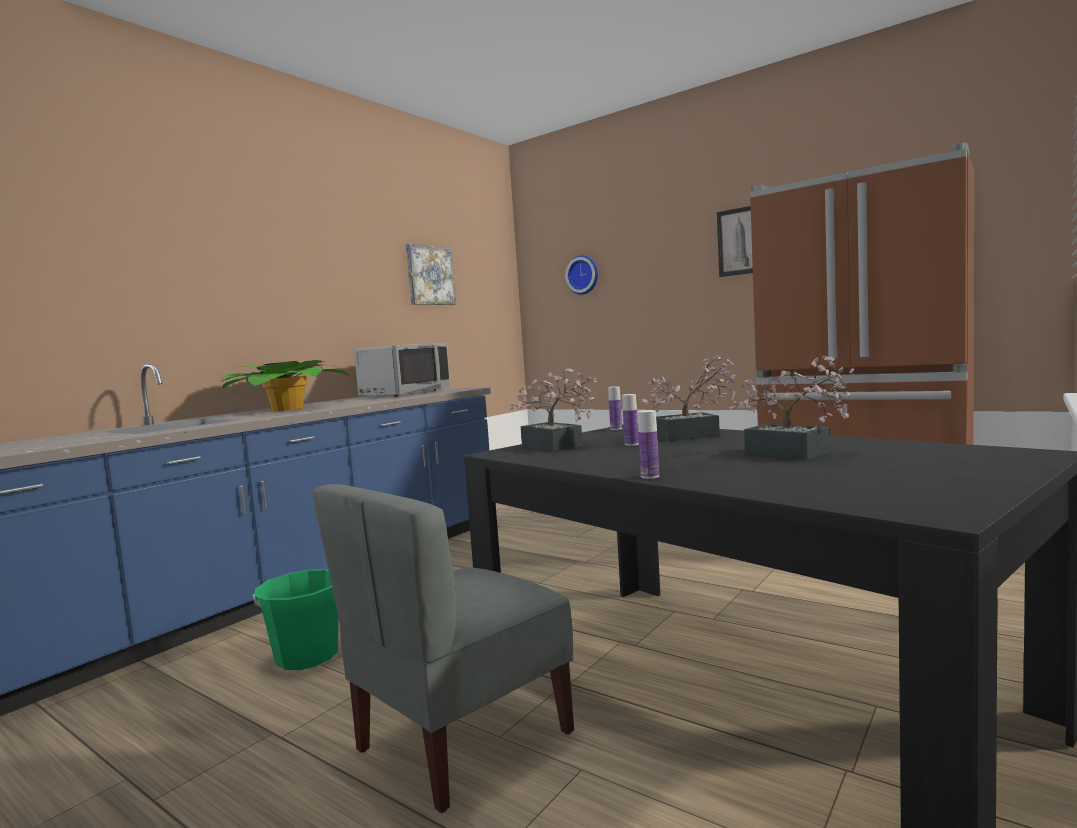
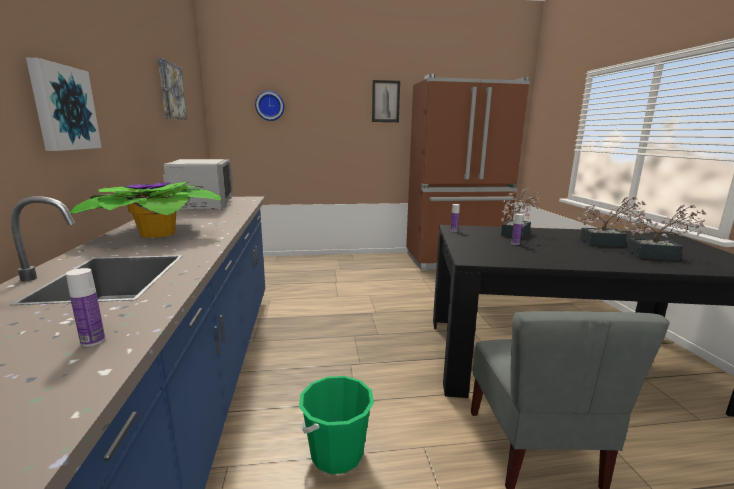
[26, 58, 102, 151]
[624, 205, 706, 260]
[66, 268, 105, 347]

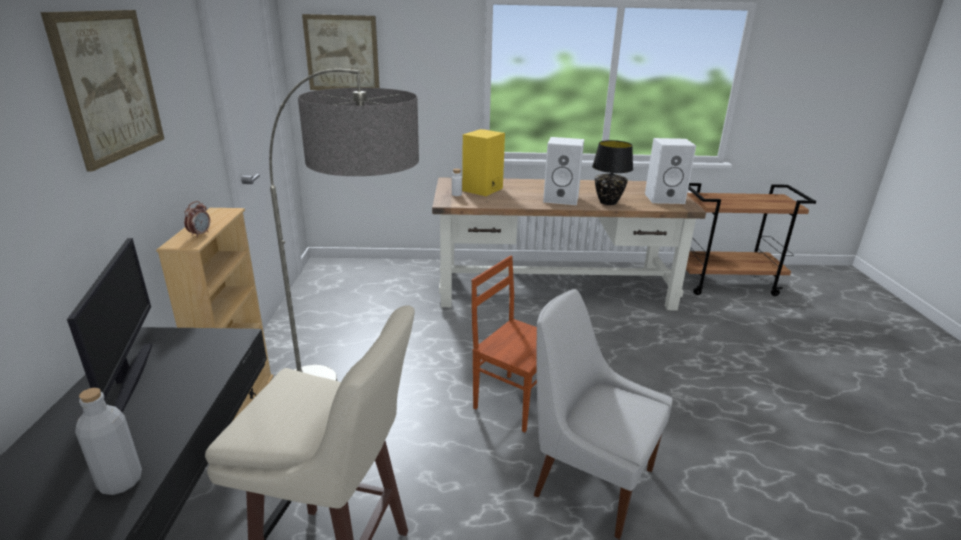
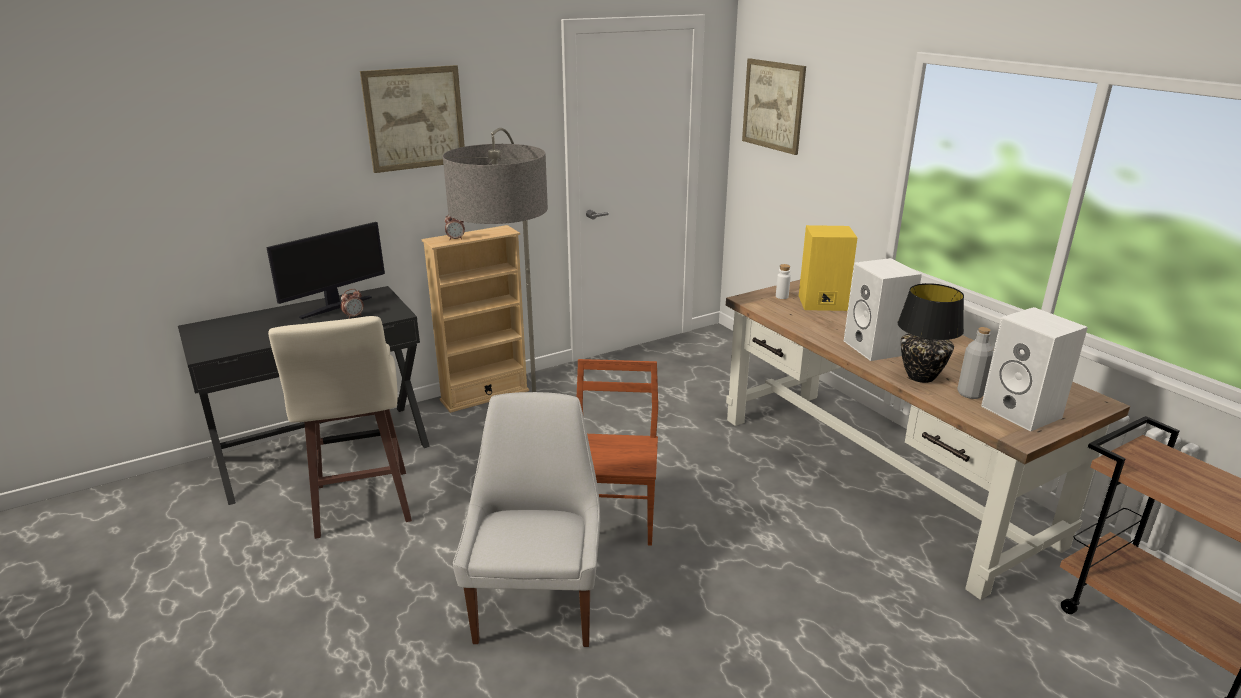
[341, 289, 364, 319]
[957, 327, 994, 399]

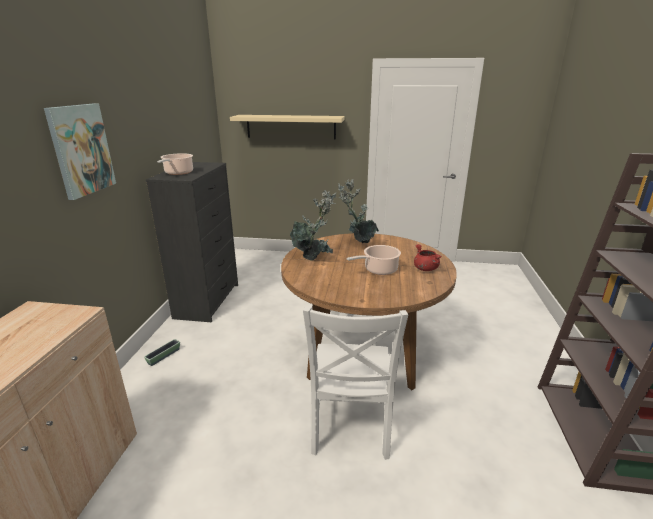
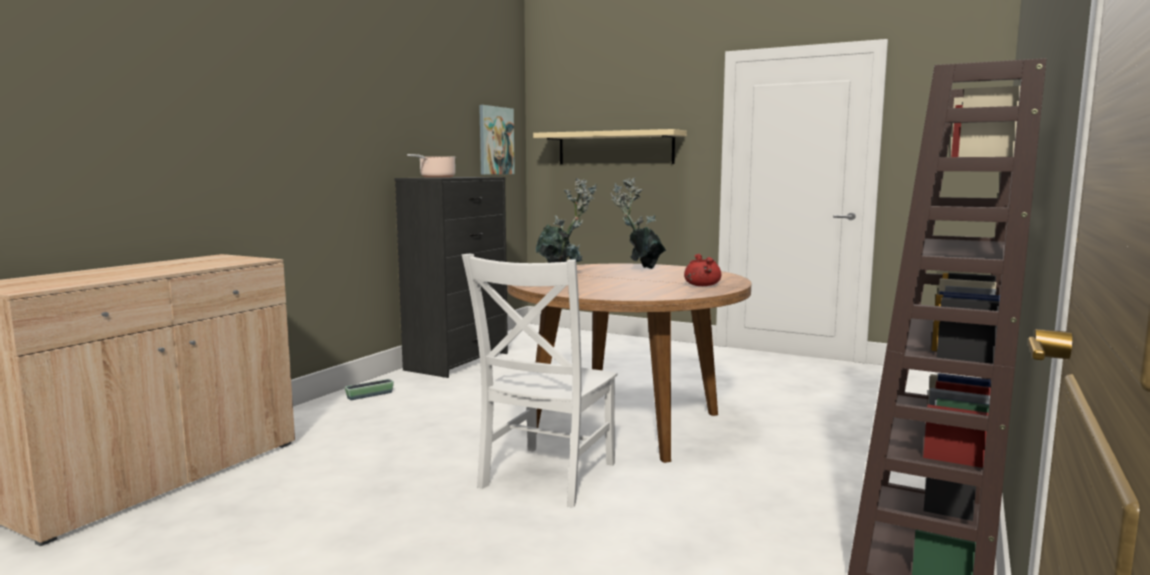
[347, 245, 401, 275] (first image)
[479, 105, 515, 175]

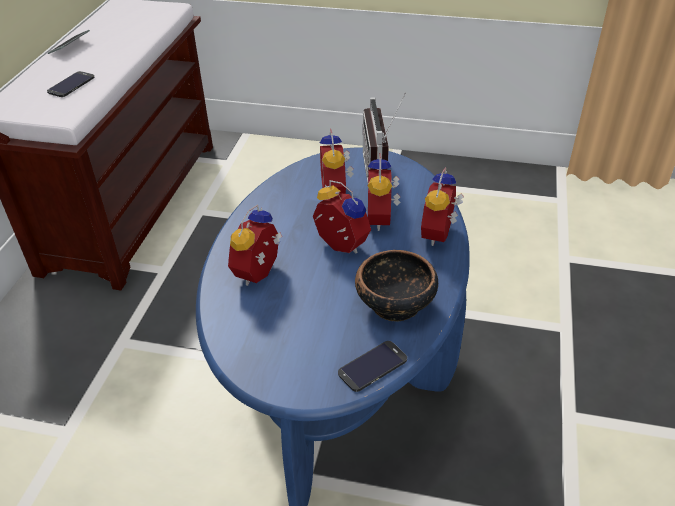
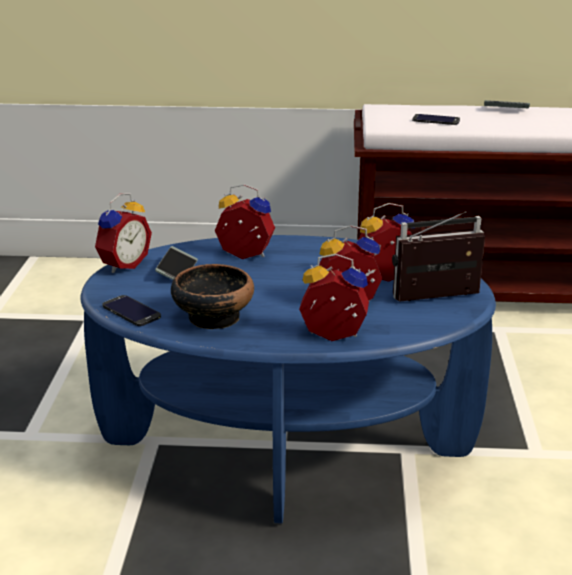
[155, 246, 198, 280]
[95, 193, 152, 273]

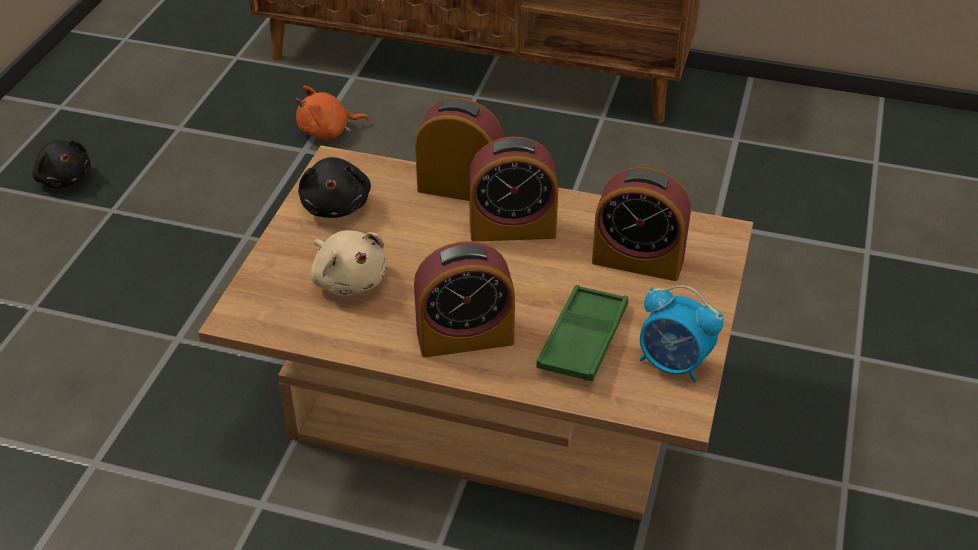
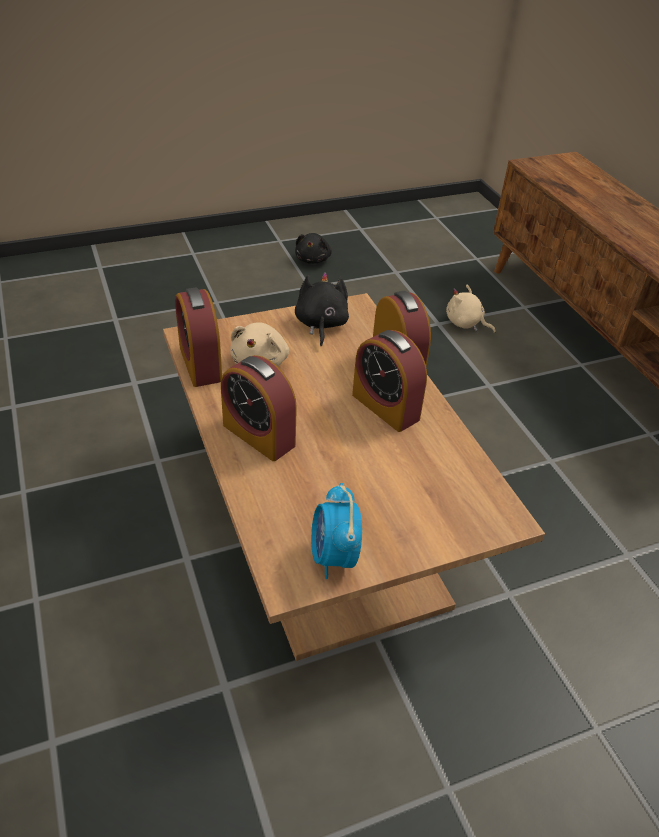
[536, 285, 628, 382] (first image)
[175, 287, 222, 387]
[446, 285, 496, 333]
[295, 273, 349, 347]

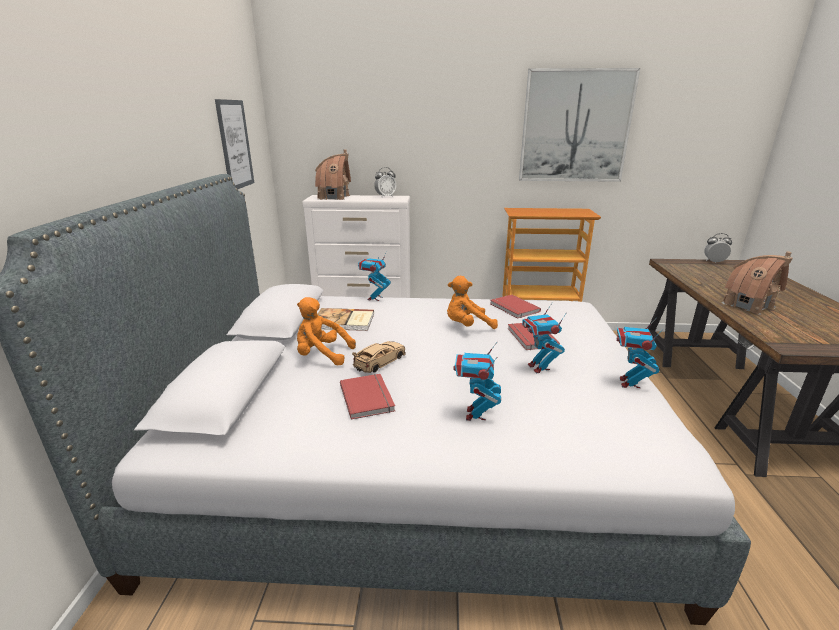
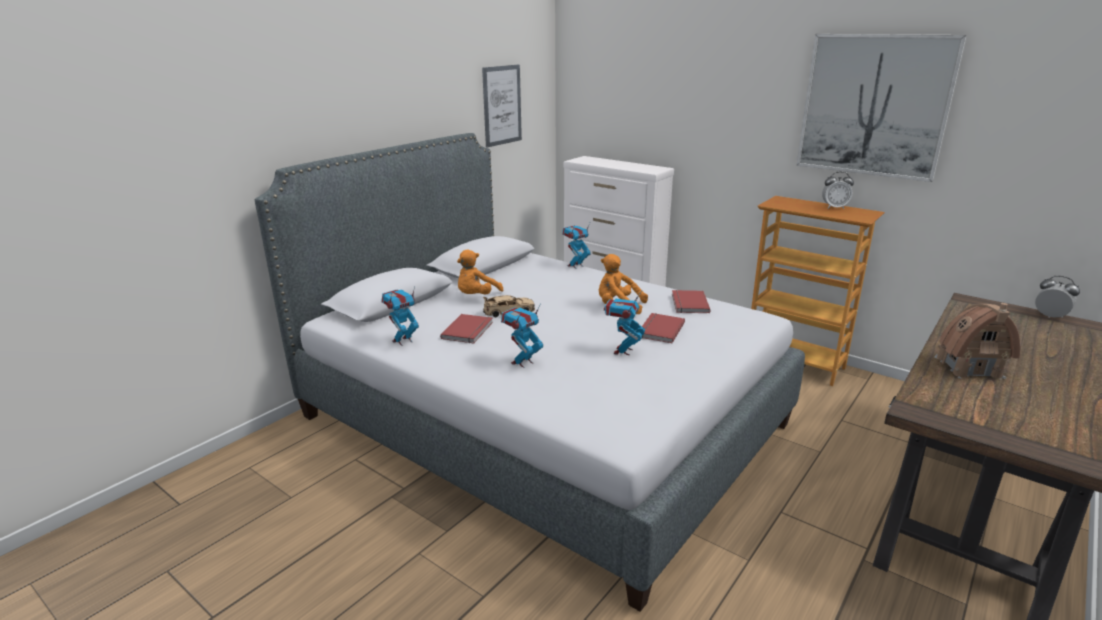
[315, 149, 351, 200] (first image)
[318, 308, 374, 331] (first image)
[822, 172, 854, 209]
[381, 286, 419, 346]
[457, 250, 503, 294]

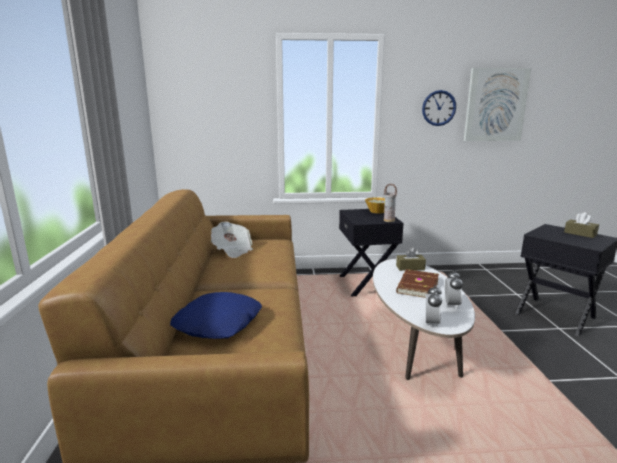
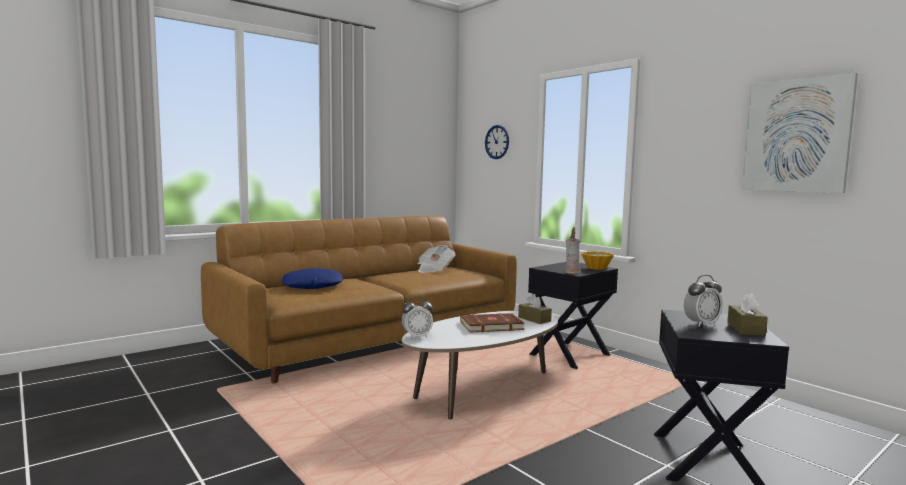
[485, 125, 509, 159]
[684, 275, 723, 327]

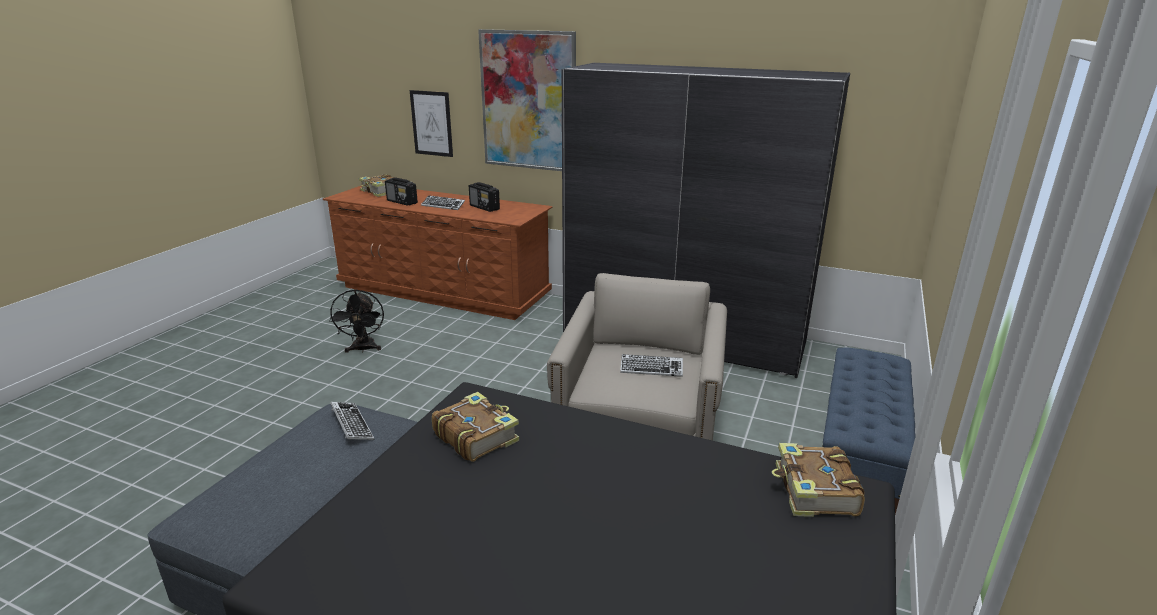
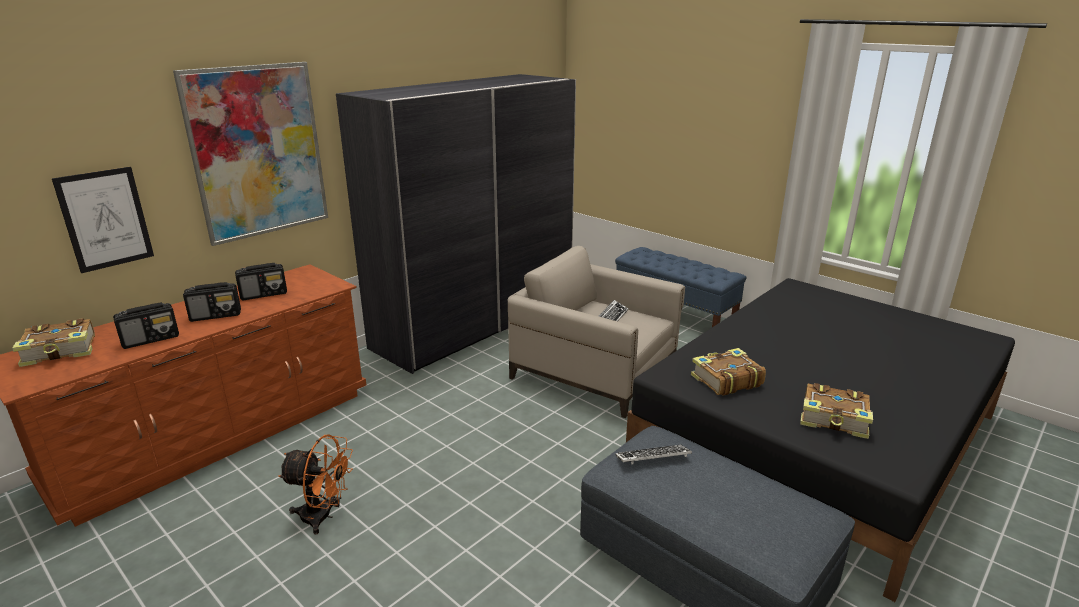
[800, 383, 873, 439]
[183, 282, 241, 322]
[278, 434, 353, 535]

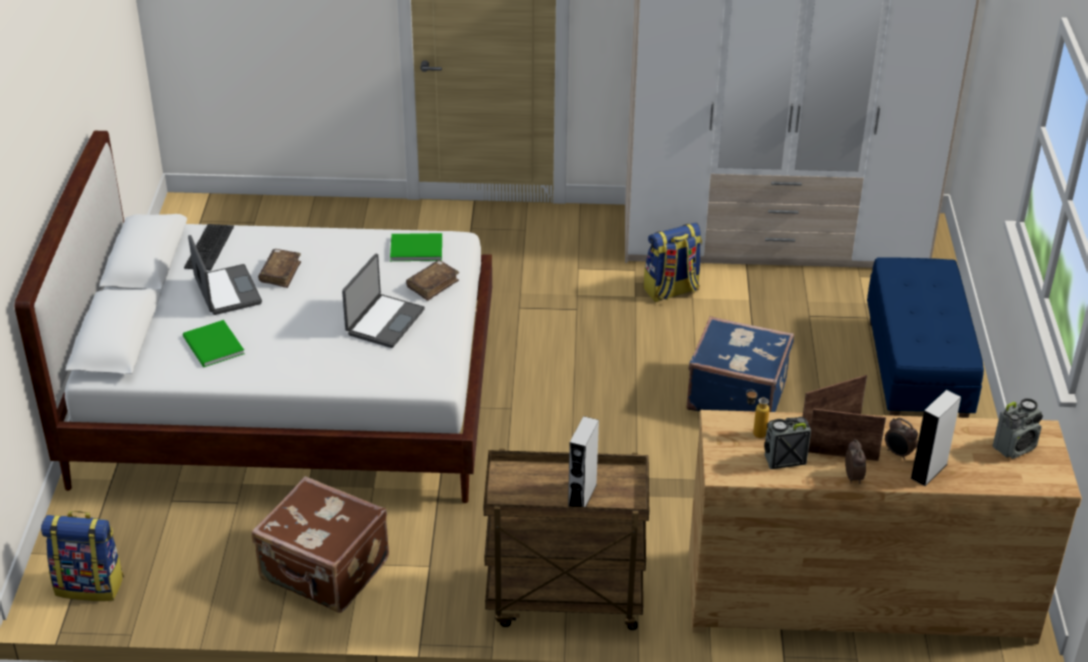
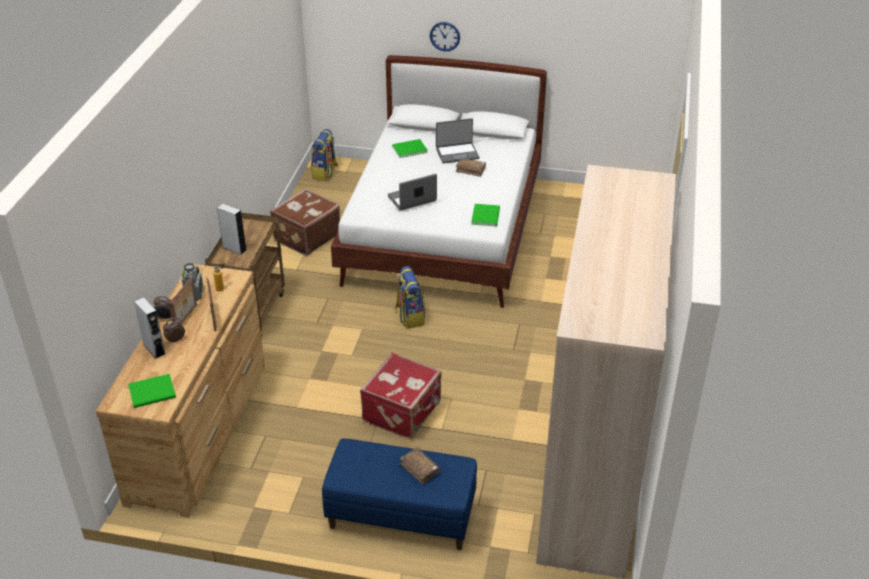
[184, 224, 234, 271] (first image)
[430, 22, 460, 51]
[400, 447, 440, 485]
[395, 266, 426, 328]
[128, 374, 176, 408]
[360, 352, 442, 439]
[388, 174, 437, 211]

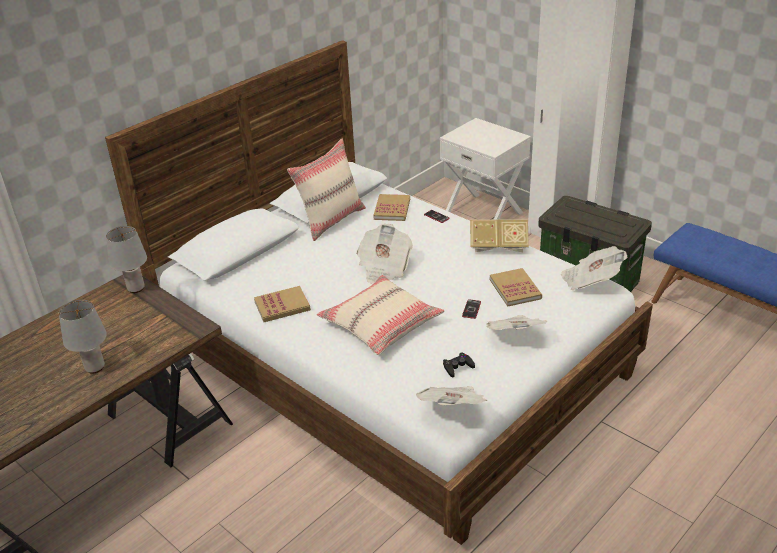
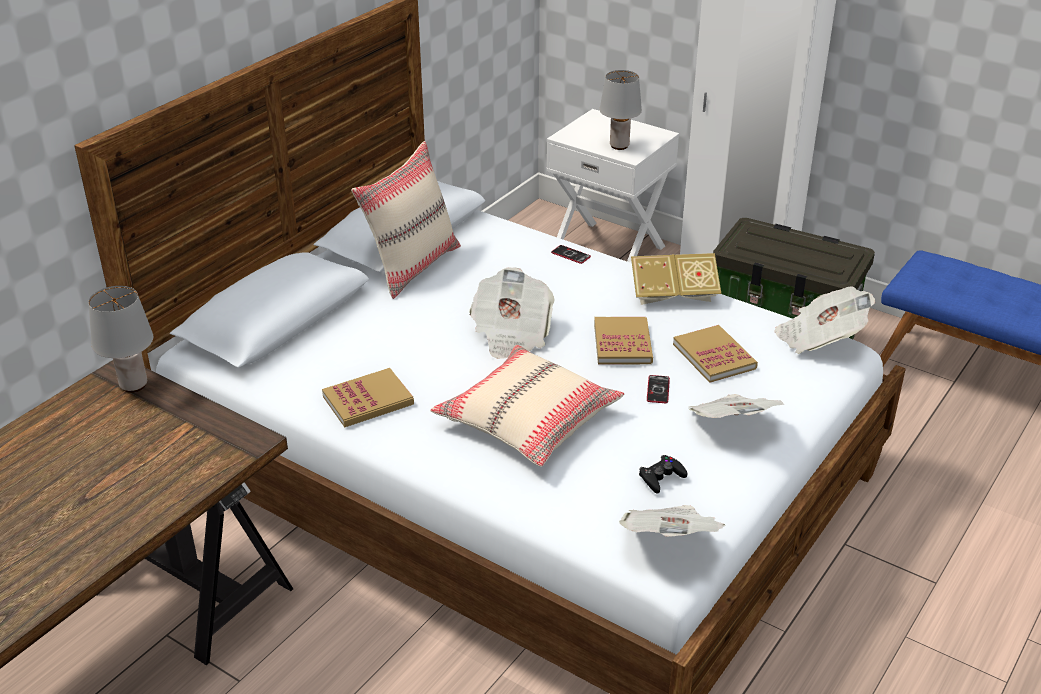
[600, 70, 642, 150]
[594, 317, 653, 365]

